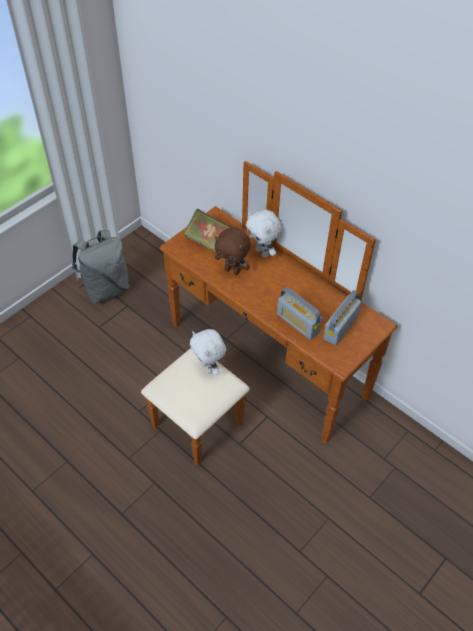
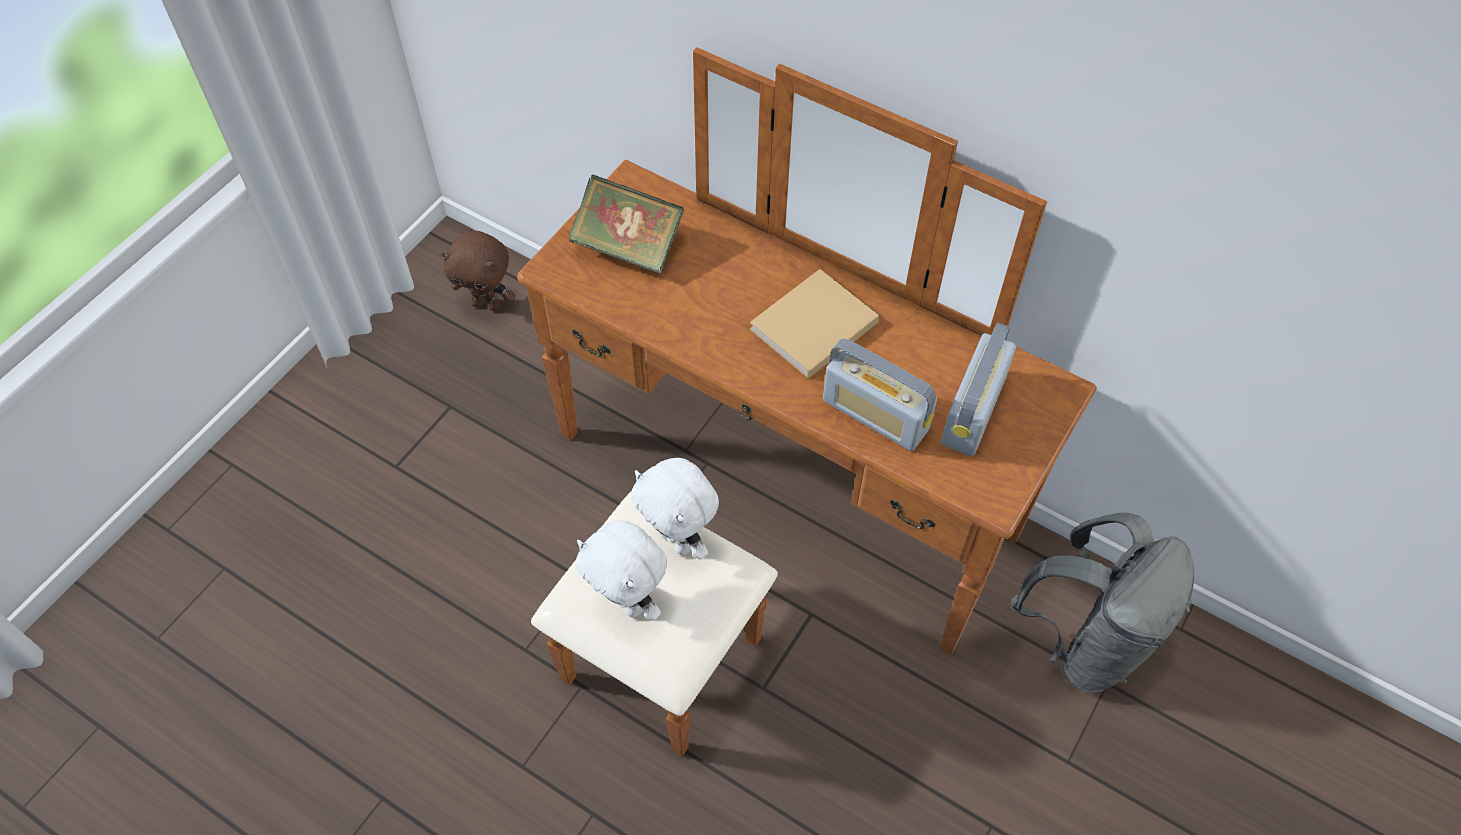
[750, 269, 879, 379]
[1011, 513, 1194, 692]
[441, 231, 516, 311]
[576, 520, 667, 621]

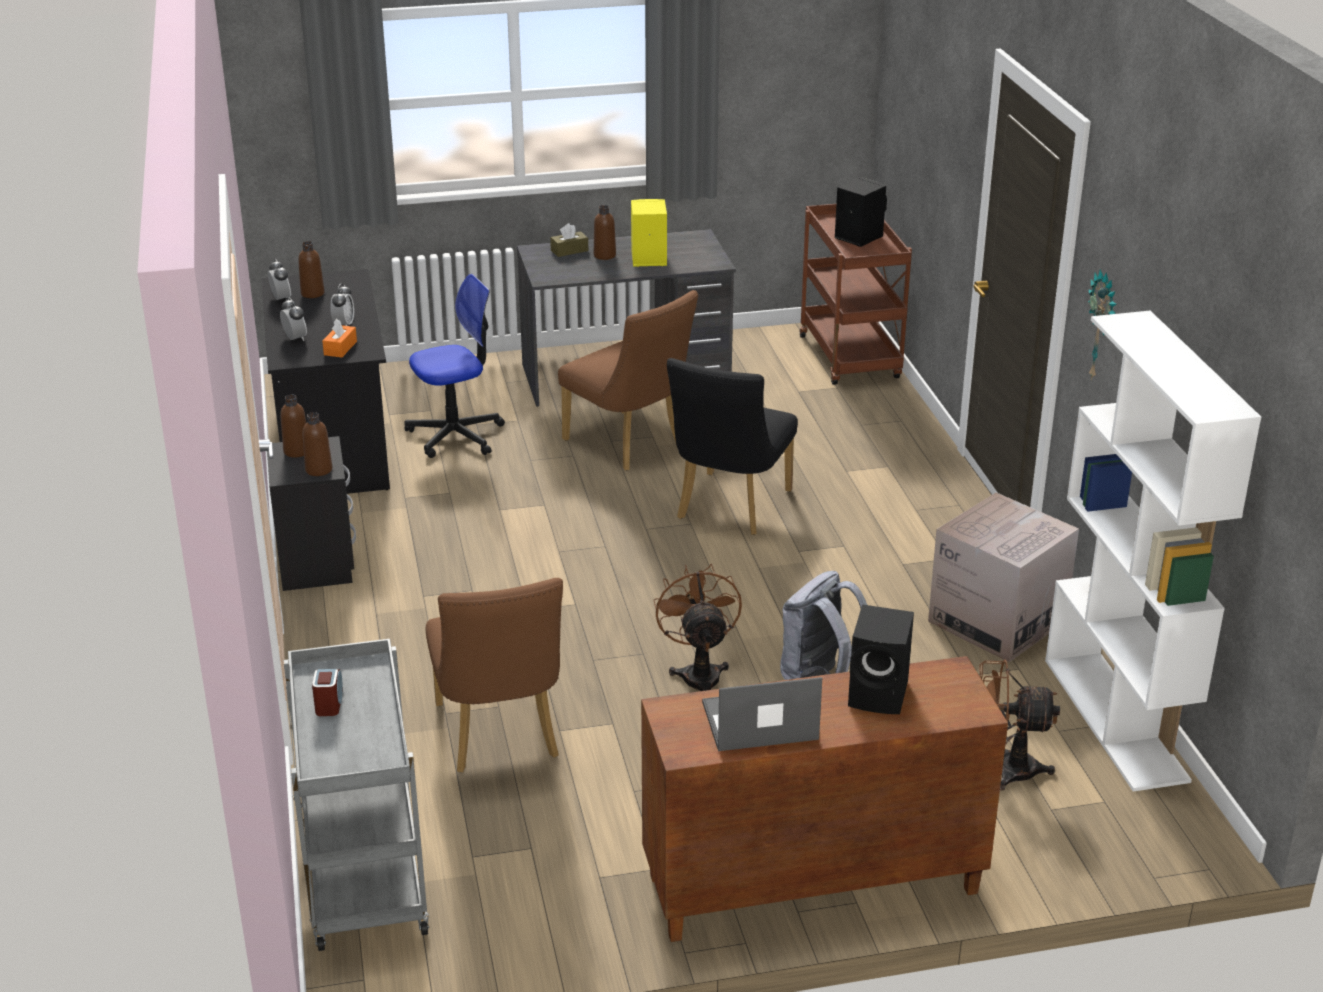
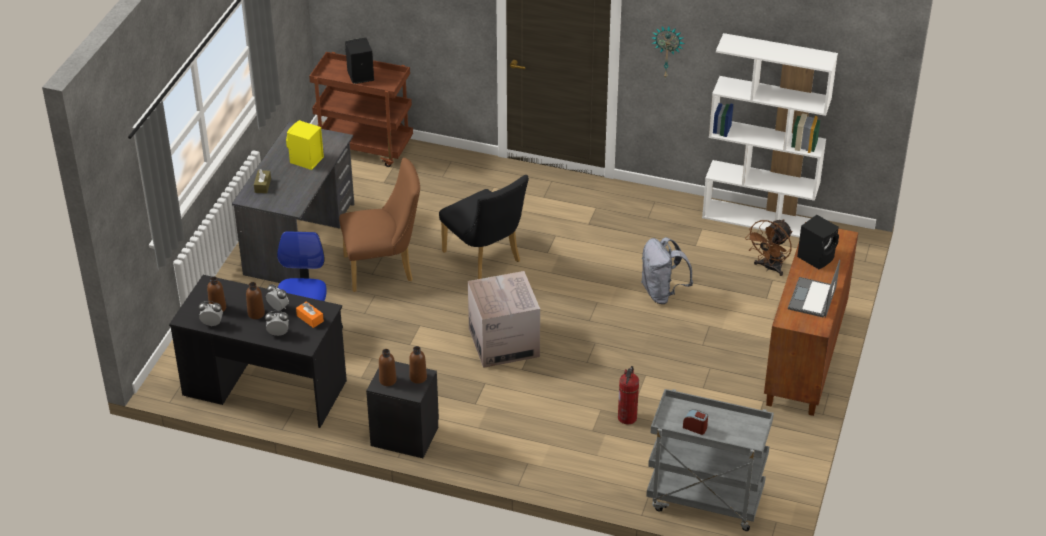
[653, 564, 742, 691] (first image)
[246, 282, 265, 319]
[468, 271, 540, 368]
[618, 366, 639, 424]

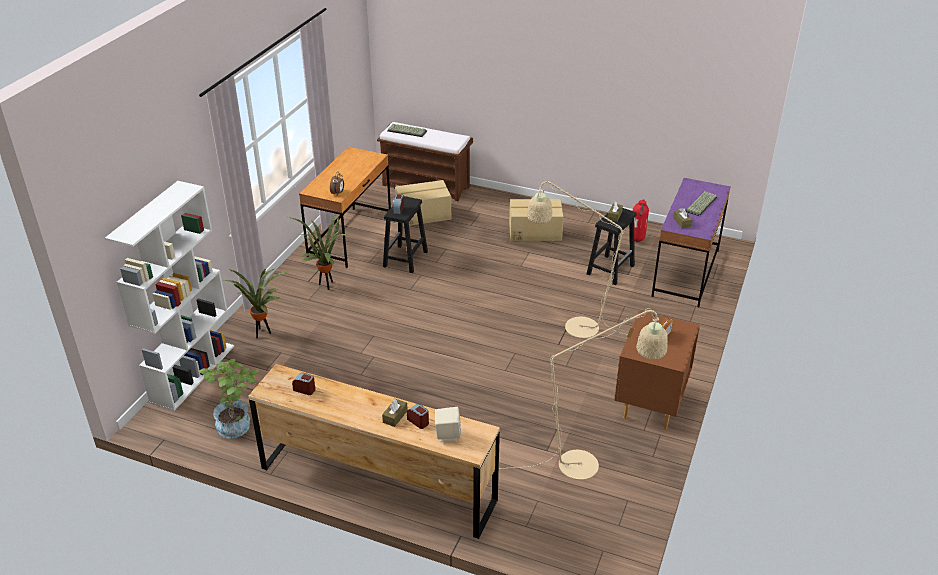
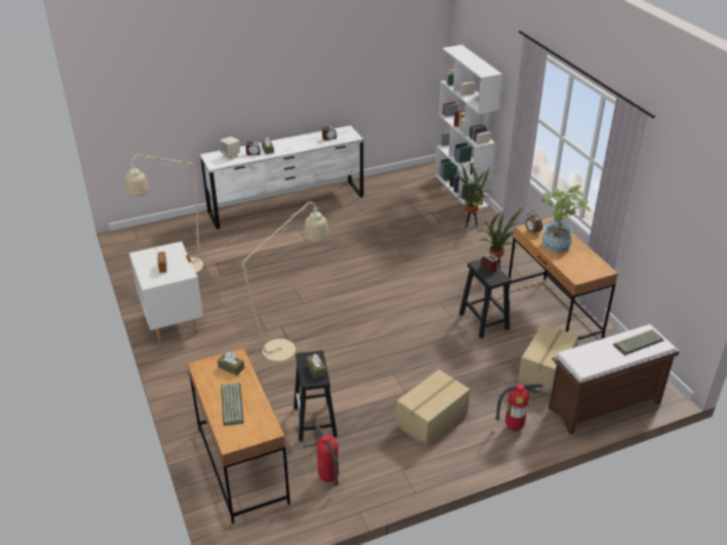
[495, 383, 543, 431]
[542, 185, 591, 252]
[200, 125, 364, 229]
[129, 241, 203, 343]
[187, 348, 290, 524]

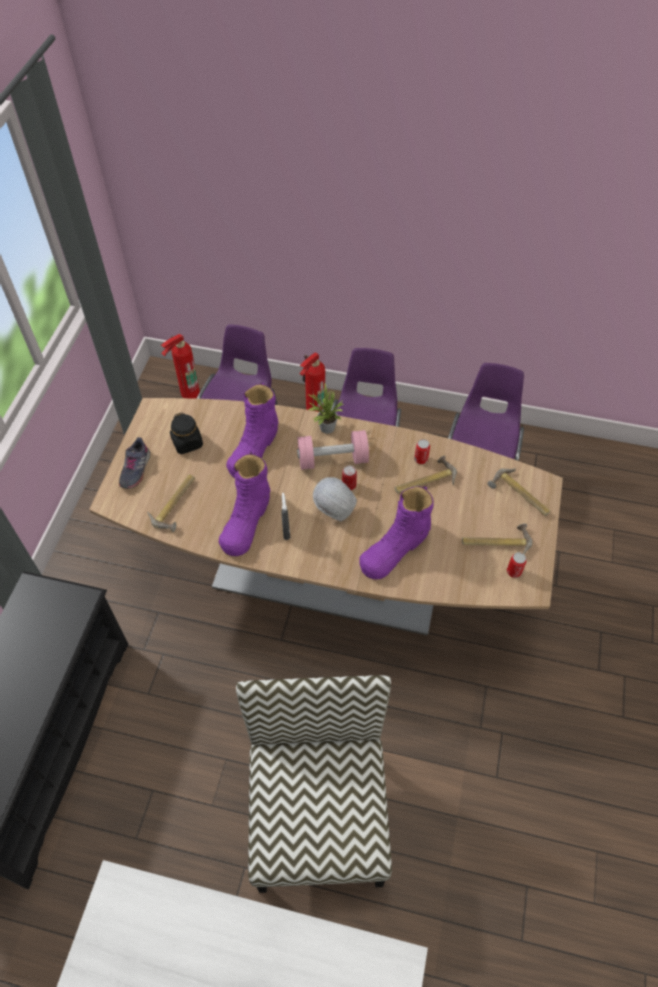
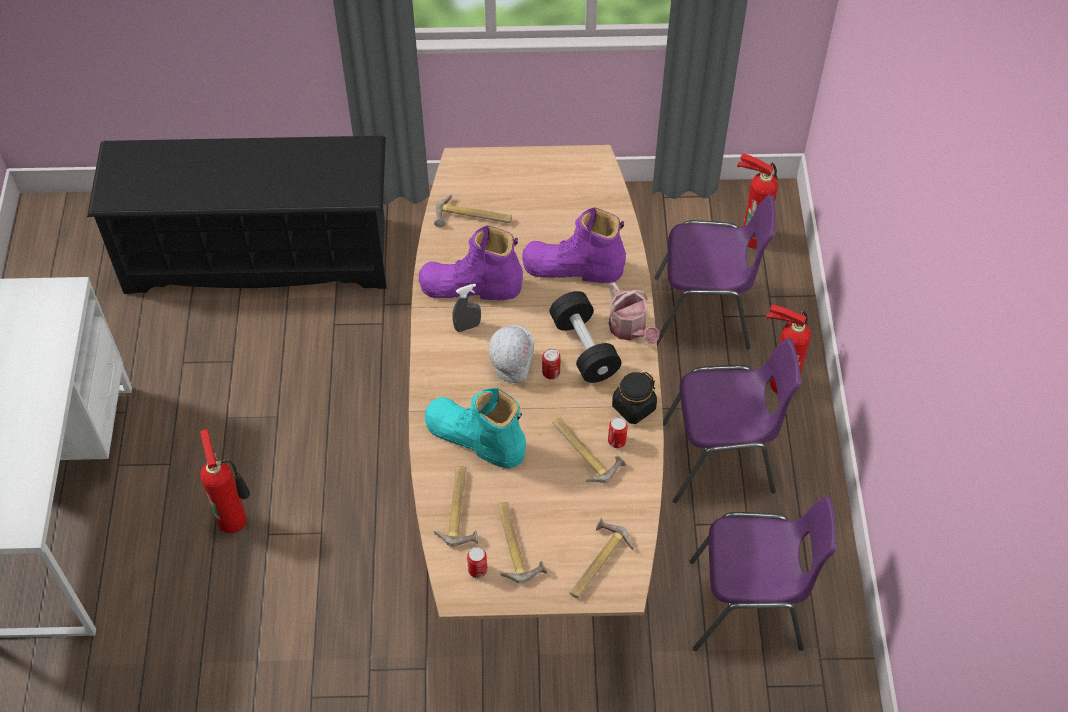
[119, 437, 150, 489] (first image)
[434, 466, 478, 547]
[612, 372, 657, 424]
[200, 429, 250, 533]
[609, 282, 660, 344]
[550, 291, 621, 383]
[425, 388, 526, 469]

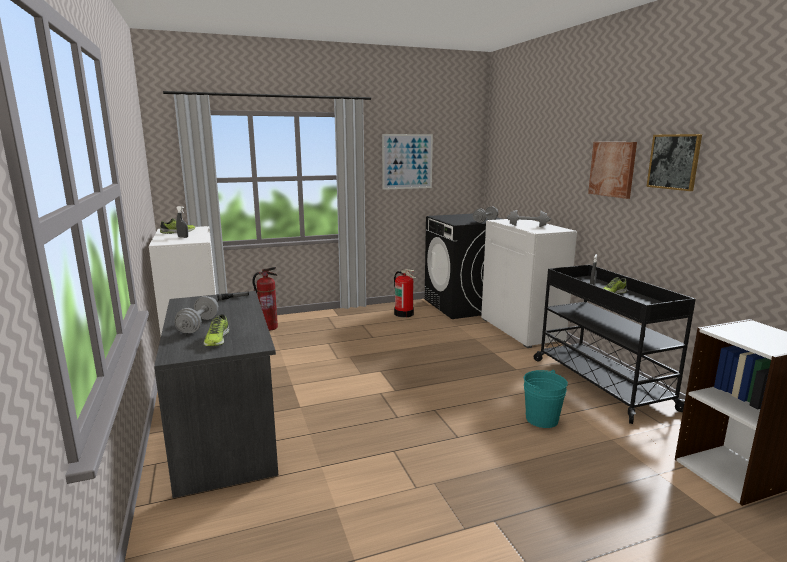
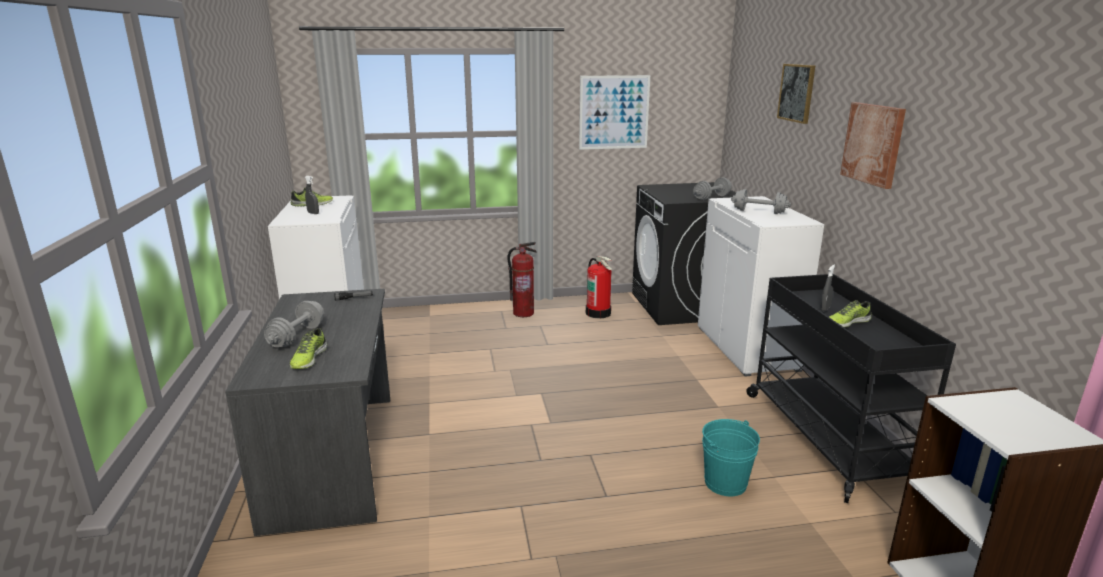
[507, 242, 537, 317]
[777, 64, 816, 124]

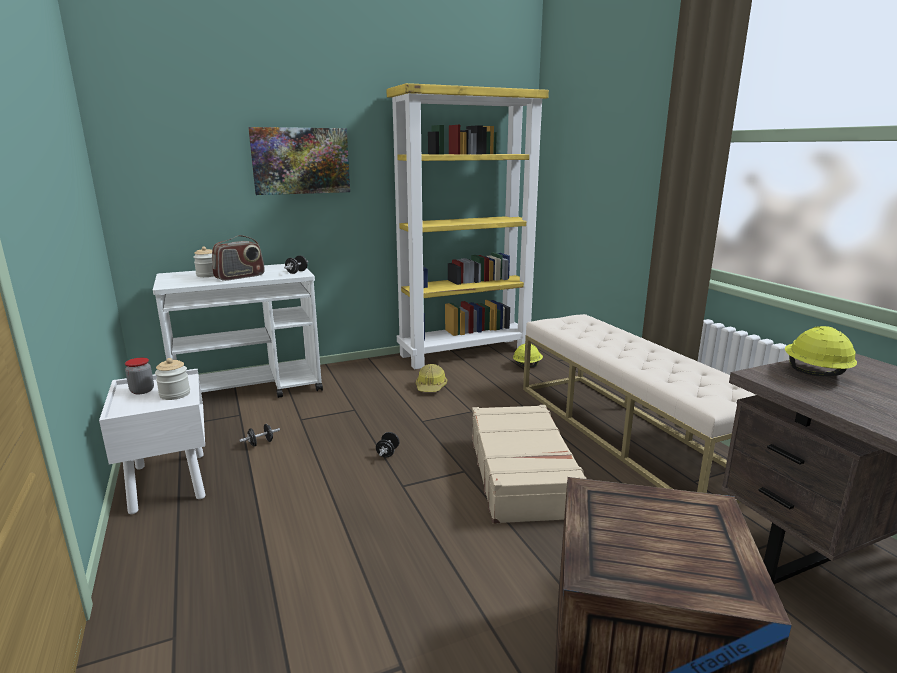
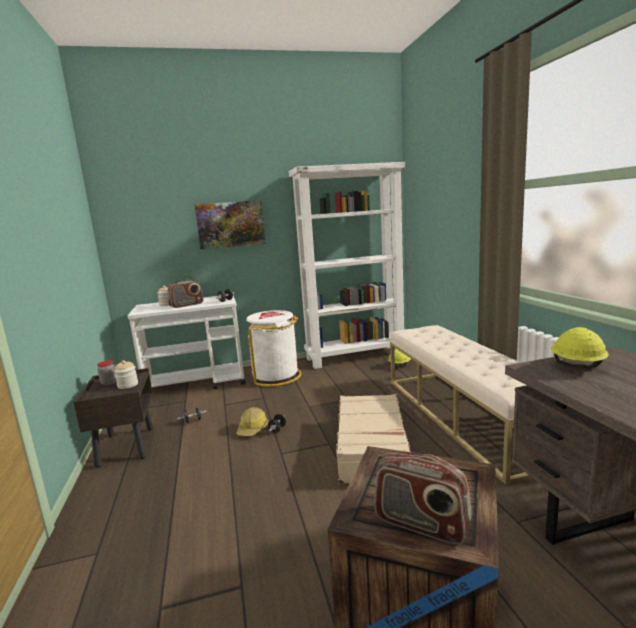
[246, 310, 302, 387]
[374, 453, 471, 545]
[237, 407, 269, 436]
[74, 368, 153, 468]
[289, 162, 405, 369]

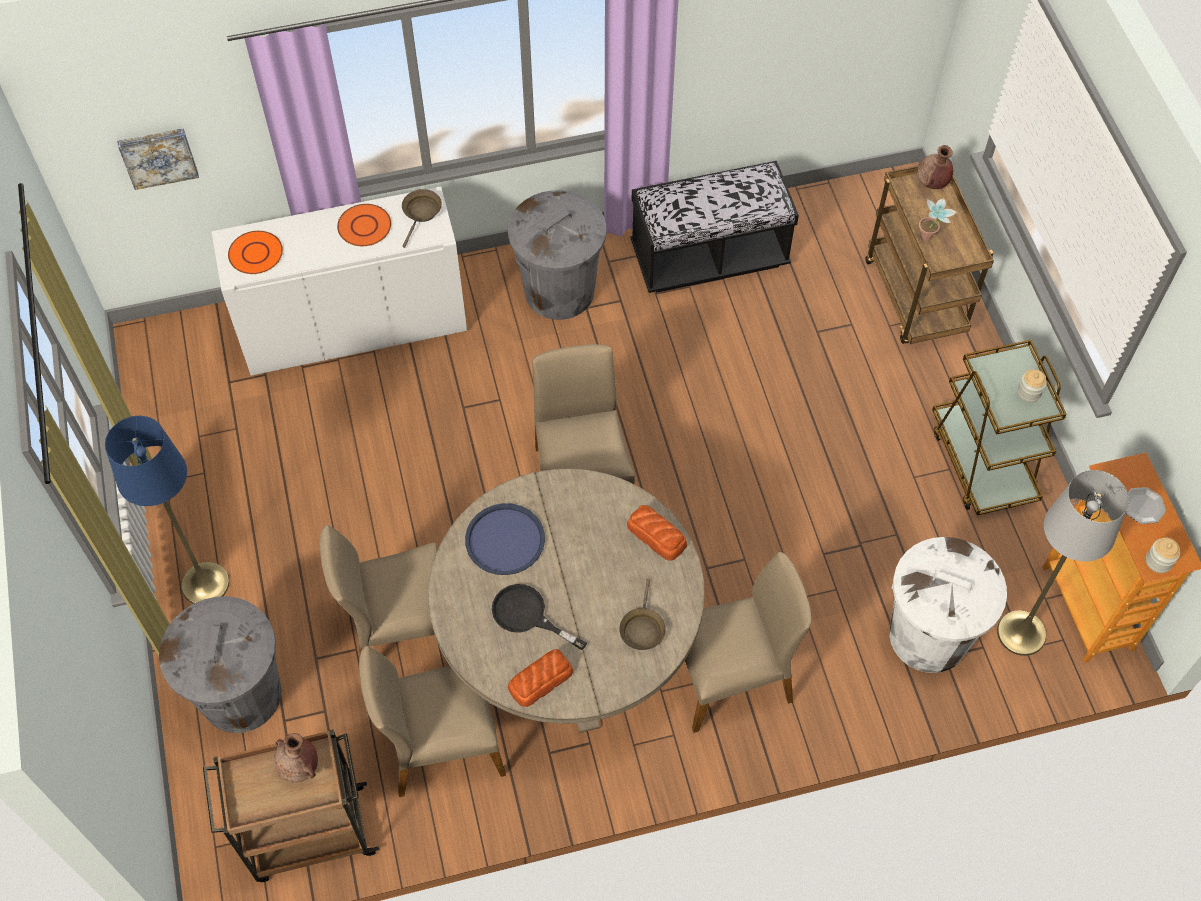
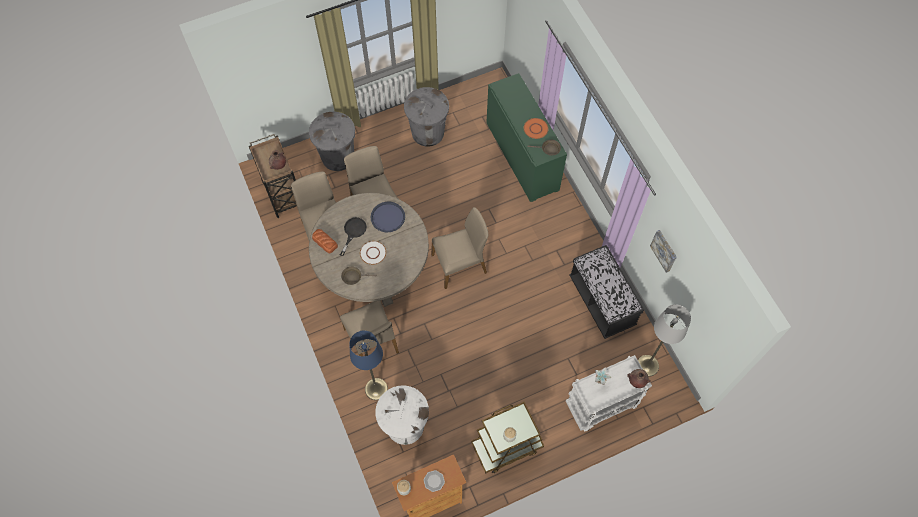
[228, 231, 283, 274] (first image)
[627, 505, 687, 560] (first image)
[360, 241, 386, 265]
[349, 330, 388, 400]
[650, 230, 677, 273]
[404, 87, 449, 147]
[638, 304, 691, 377]
[486, 73, 567, 202]
[566, 355, 652, 431]

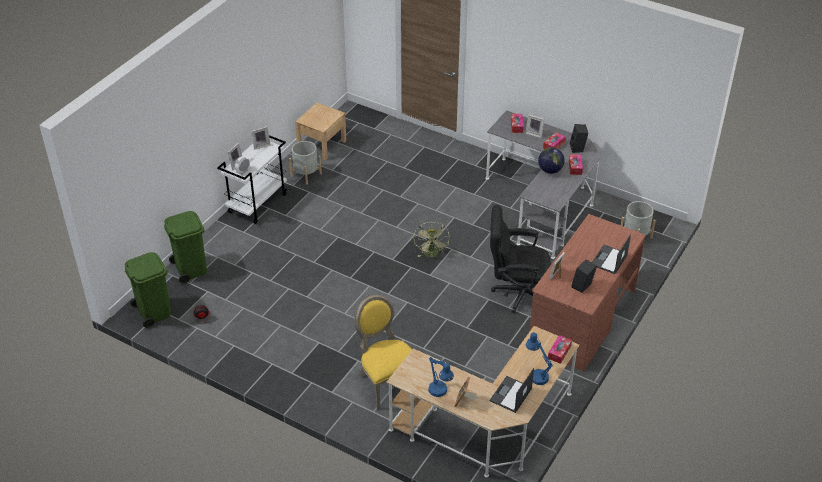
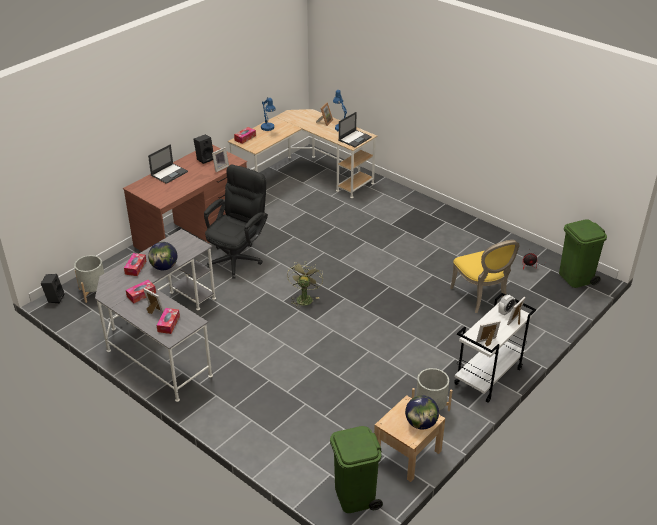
[405, 395, 439, 430]
[330, 426, 383, 513]
[450, 240, 519, 313]
[338, 112, 372, 147]
[41, 274, 64, 303]
[204, 164, 268, 279]

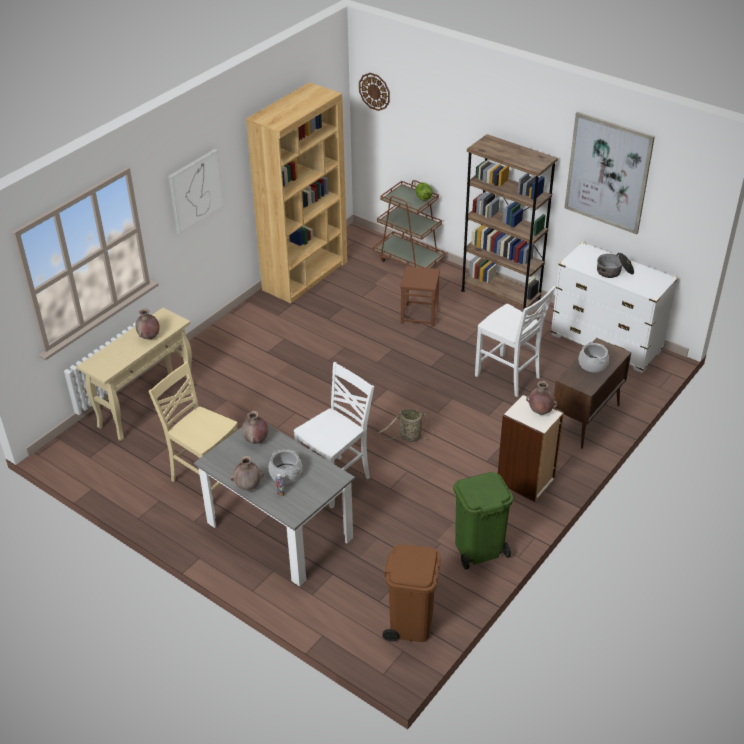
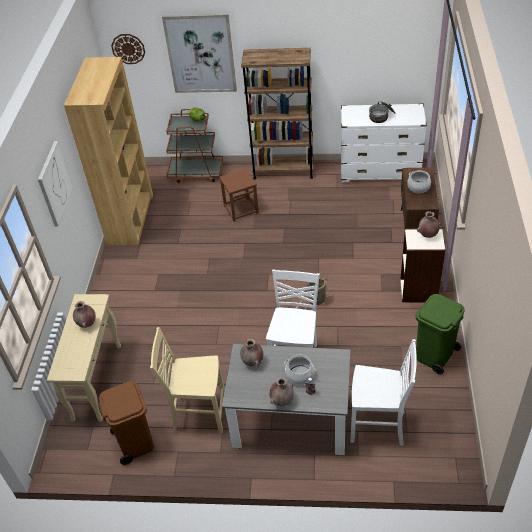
[99, 381, 154, 465]
[350, 339, 417, 446]
[162, 14, 237, 93]

